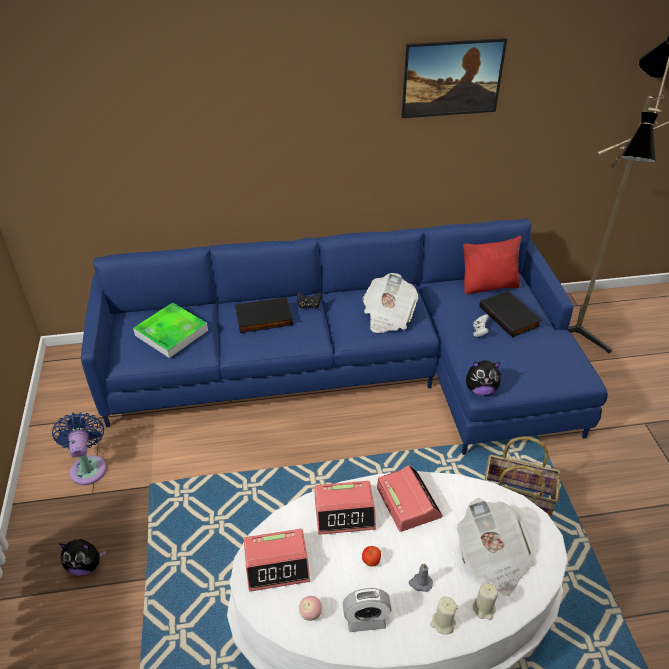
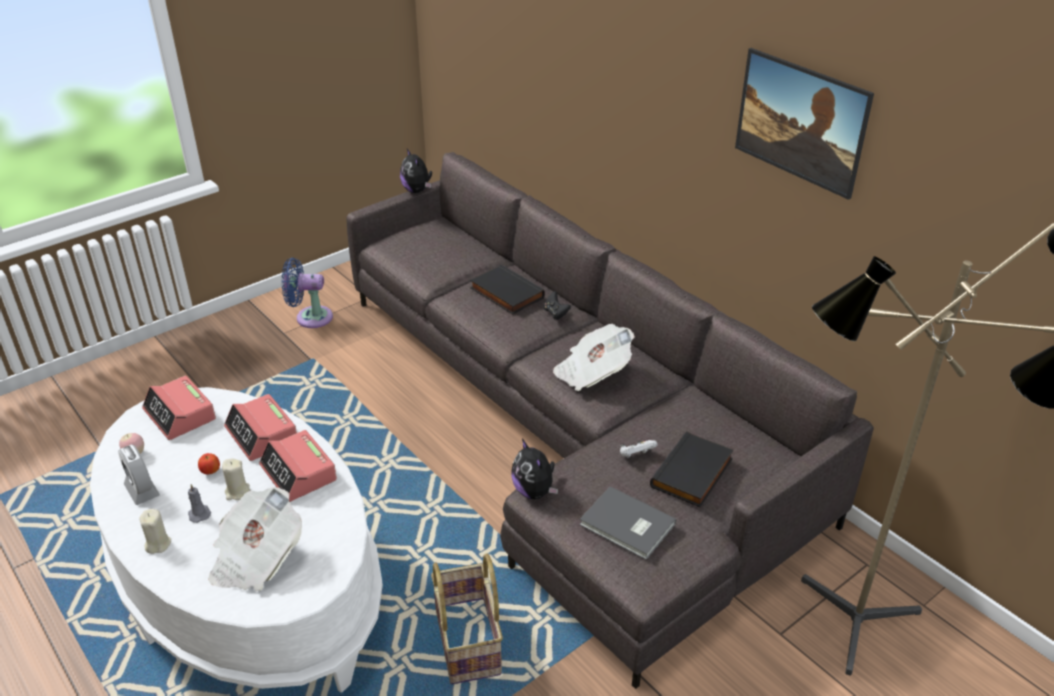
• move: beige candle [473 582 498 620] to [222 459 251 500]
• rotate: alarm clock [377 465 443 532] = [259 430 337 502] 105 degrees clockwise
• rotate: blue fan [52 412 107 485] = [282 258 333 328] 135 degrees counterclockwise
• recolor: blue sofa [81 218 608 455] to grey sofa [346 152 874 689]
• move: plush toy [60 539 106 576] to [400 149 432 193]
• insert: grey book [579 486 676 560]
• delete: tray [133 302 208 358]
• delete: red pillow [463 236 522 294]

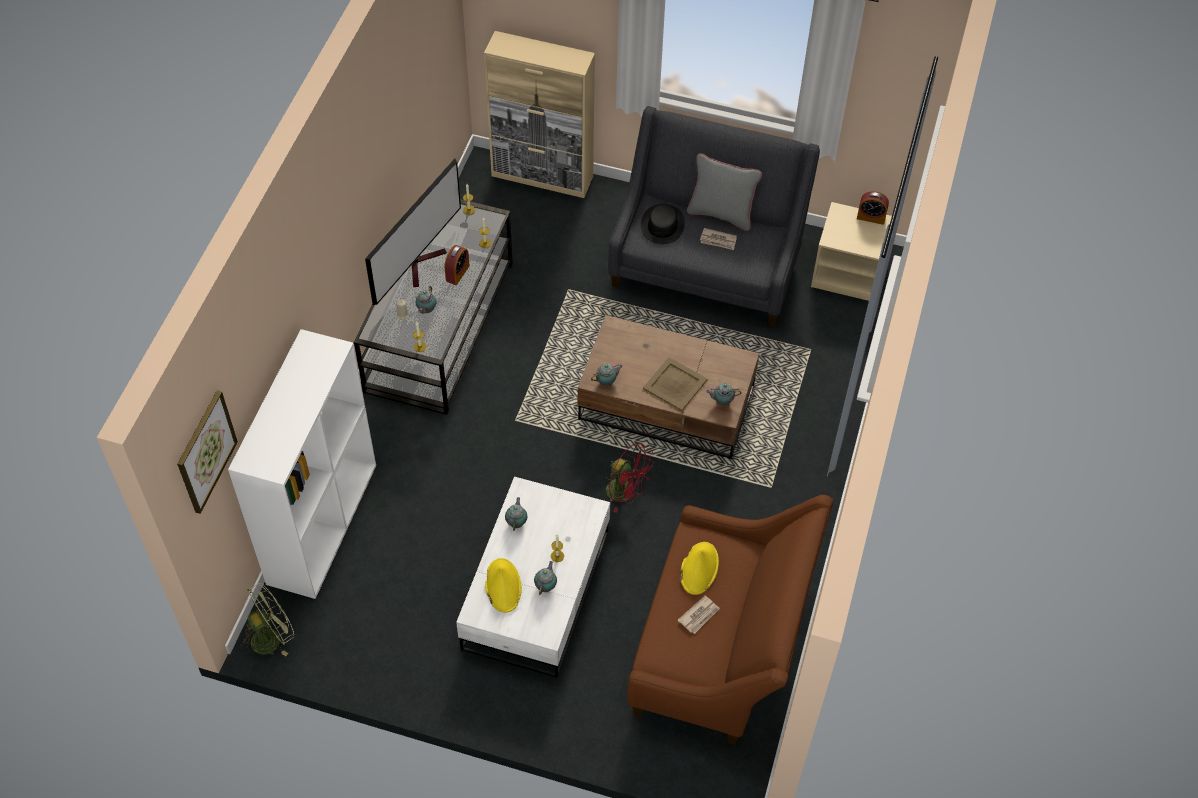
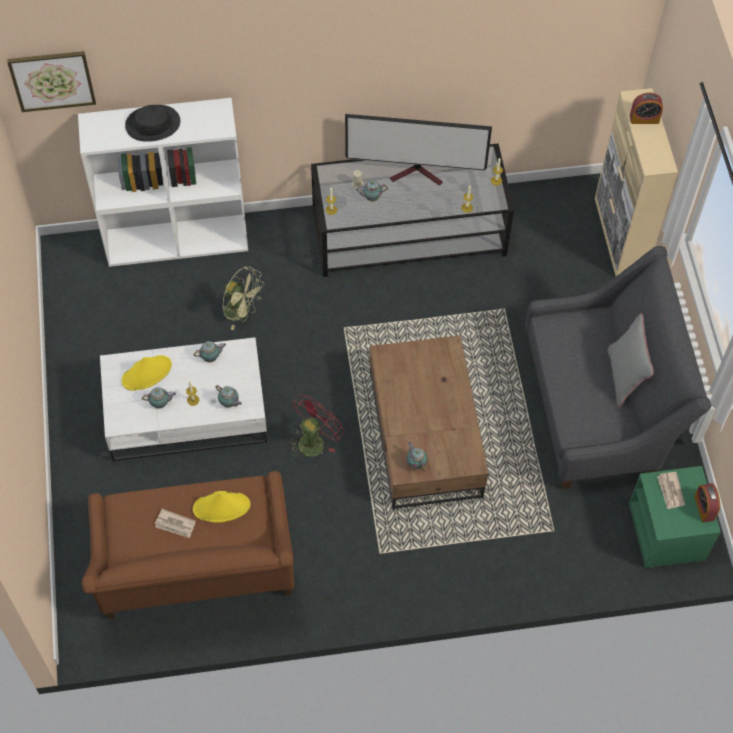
• move: black hat [641 204 685 244] to [125 105 180 142]
• move: teapot [591 363 623 386] to [215 385 242 408]
• move: green fan [241 583 294 656] to [222 266 265 330]
• rotate: red fan [605 443 655 513] = [290 395 344 457] 150 degrees counterclockwise
• recolor: beige nightstand [811 202 892 301] to green nightstand [629 466 721 568]
• move: alarm clock [444 245 470 285] to [630 93 663 124]
• move: newspaper [700 228 737 250] to [657 472 685 509]
• delete: beige tray [643 357 707 411]

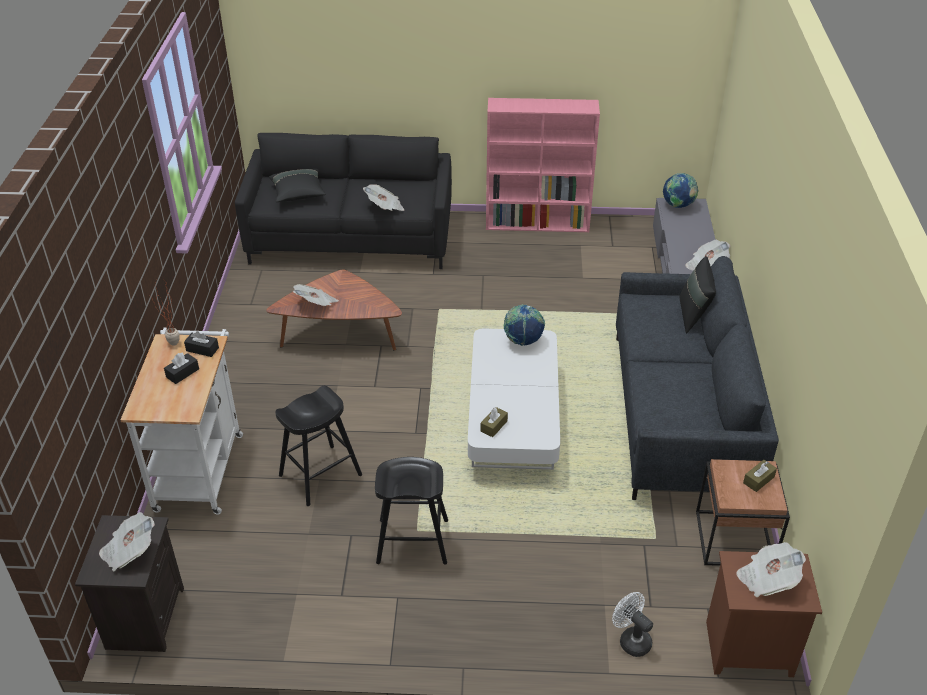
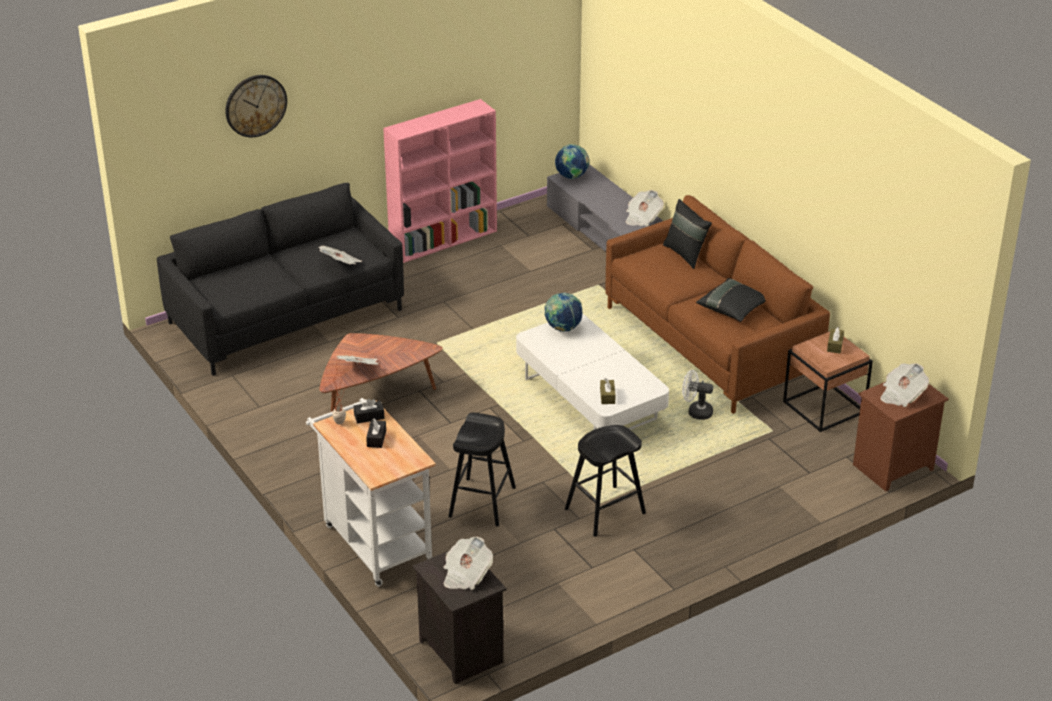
• insert: wall clock [225 75 287 137]
• recolor: grey sofa [616 256 779 500] to brown sofa [606 195 830 414]
• move: white fan [612 592 653 657] to [682 370 713 420]
• move: black pillow [269 169 326 202] to [696 278 766 322]

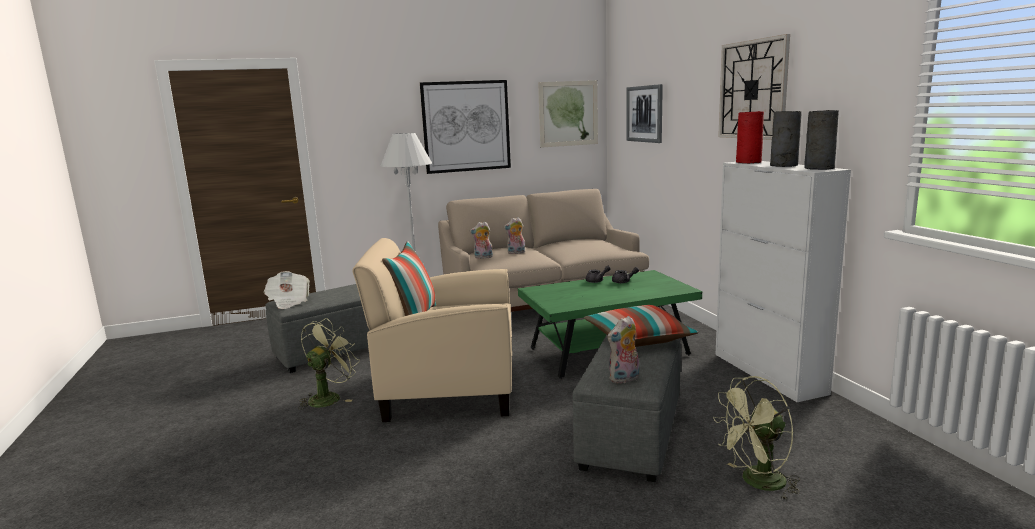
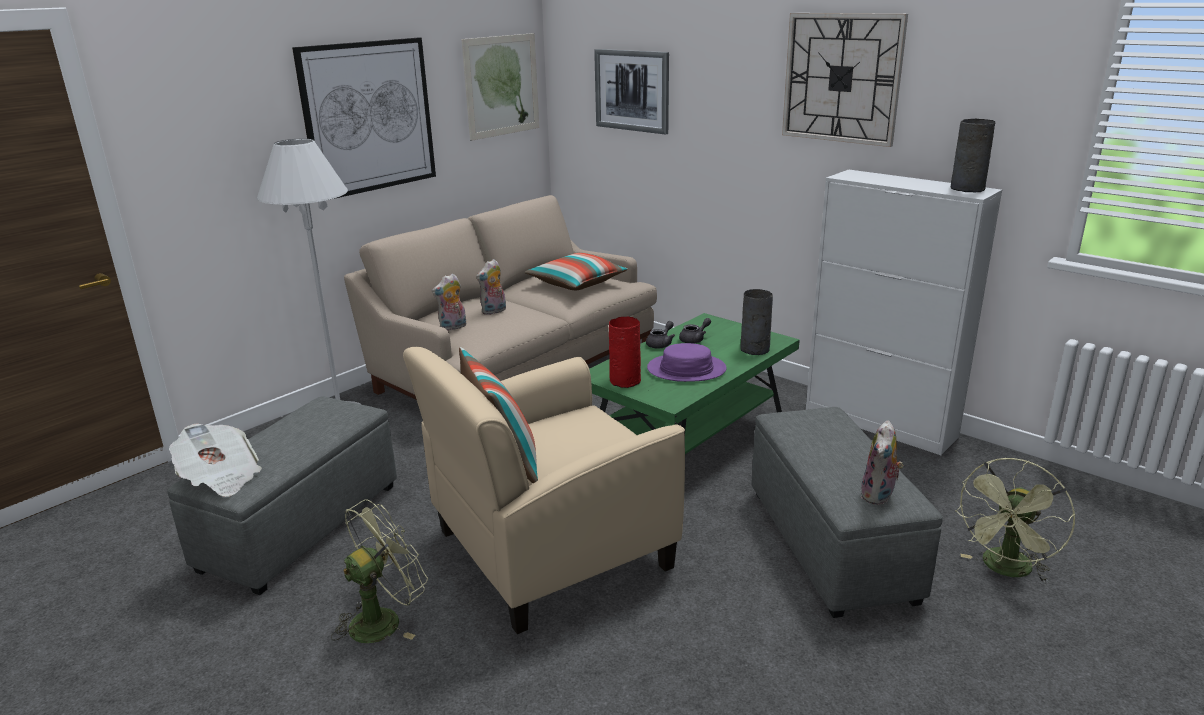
• rotate: green fan [298 318 360 409] = [331 499 428 643] 45 degrees clockwise
• move: pillow [584 305 698 347] to [525 253 628 290]
• move: red vase [736 111 764 164] to [609 317 641 388]
• insert: purple hat [647 343 726 382]
• move: grey vase [770 111 801 167] to [740 289 773 355]

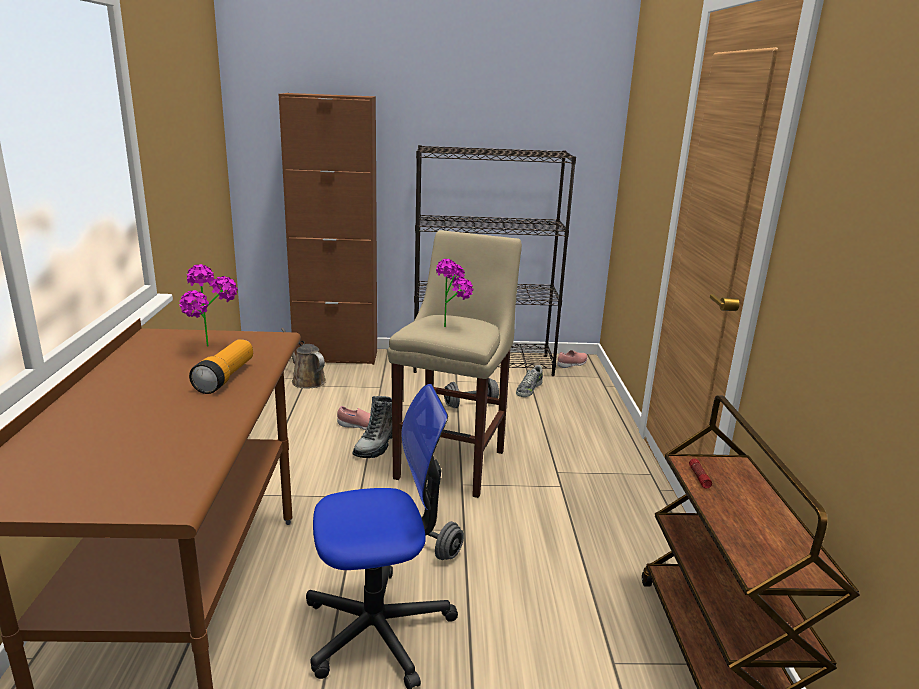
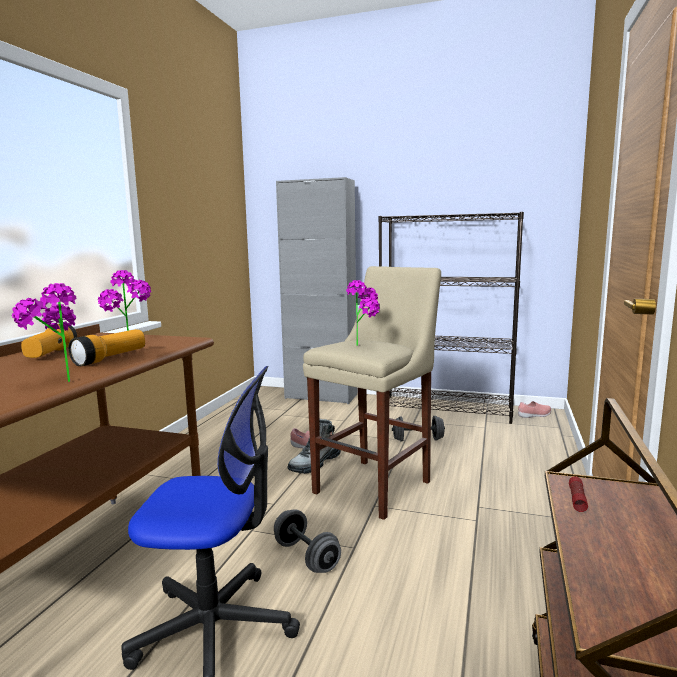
• insert: potted plant [12 283 77 382]
• insert: flashlight [21 324 77 358]
• recolor: brown cabinet [279 93 377 365] to grey cabinet [276 177 357 404]
• delete: brown watering can [281 328 326 388]
• delete: shoe [516 365 543 397]

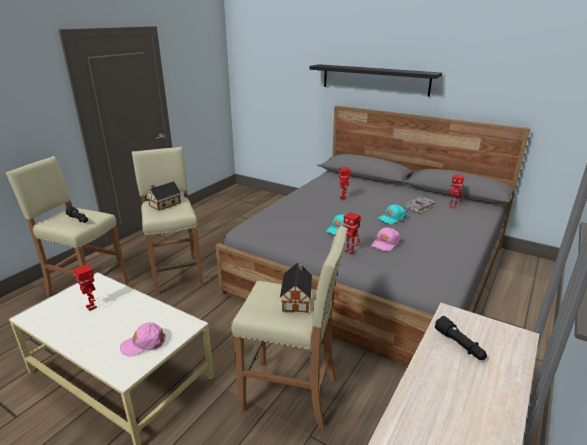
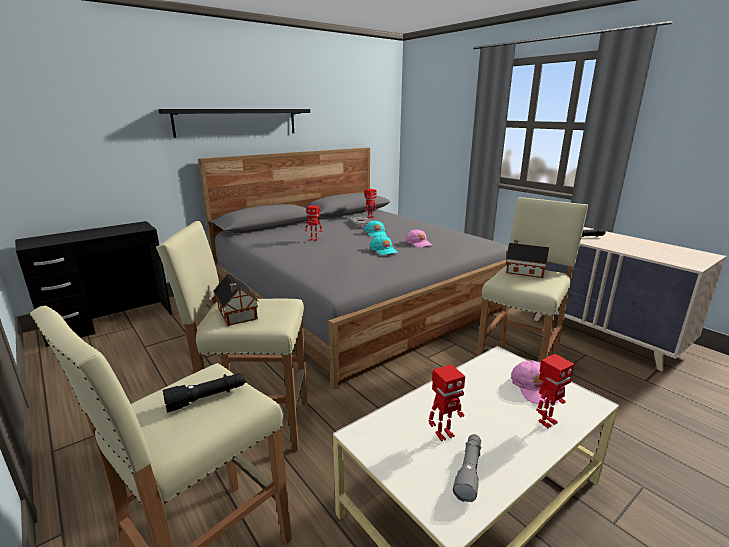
• insert: black desk [15 221 172 347]
• insert: grey flashlight [453 434 481 502]
• move: toy robot [343 212 361 254] to [536 354 575 428]

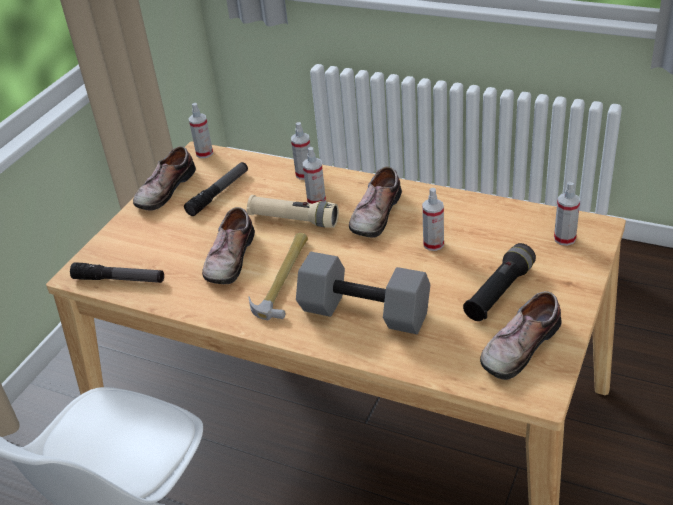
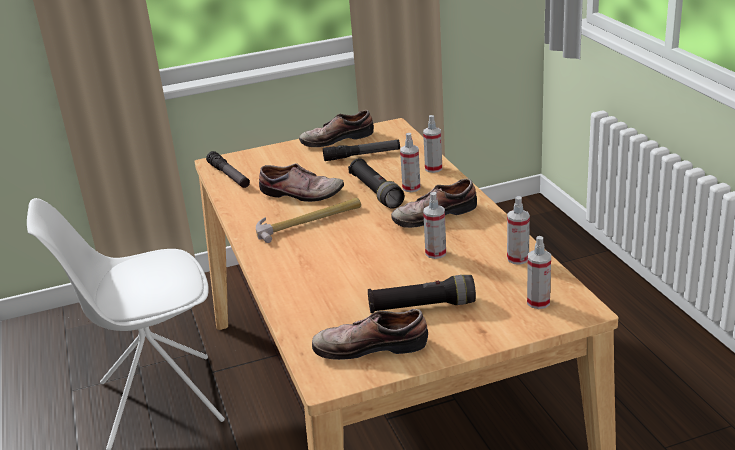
• rotate: shoe [202 207 255 284] = [259 163 344 202] 135 degrees counterclockwise
• recolor: beige flashlight [246 195 339 228] to black flashlight [348 158 405 209]
• move: spray bottle [188 103 213 158] to [507 196 530 265]
• delete: grey dumbbell [296 252 430 334]

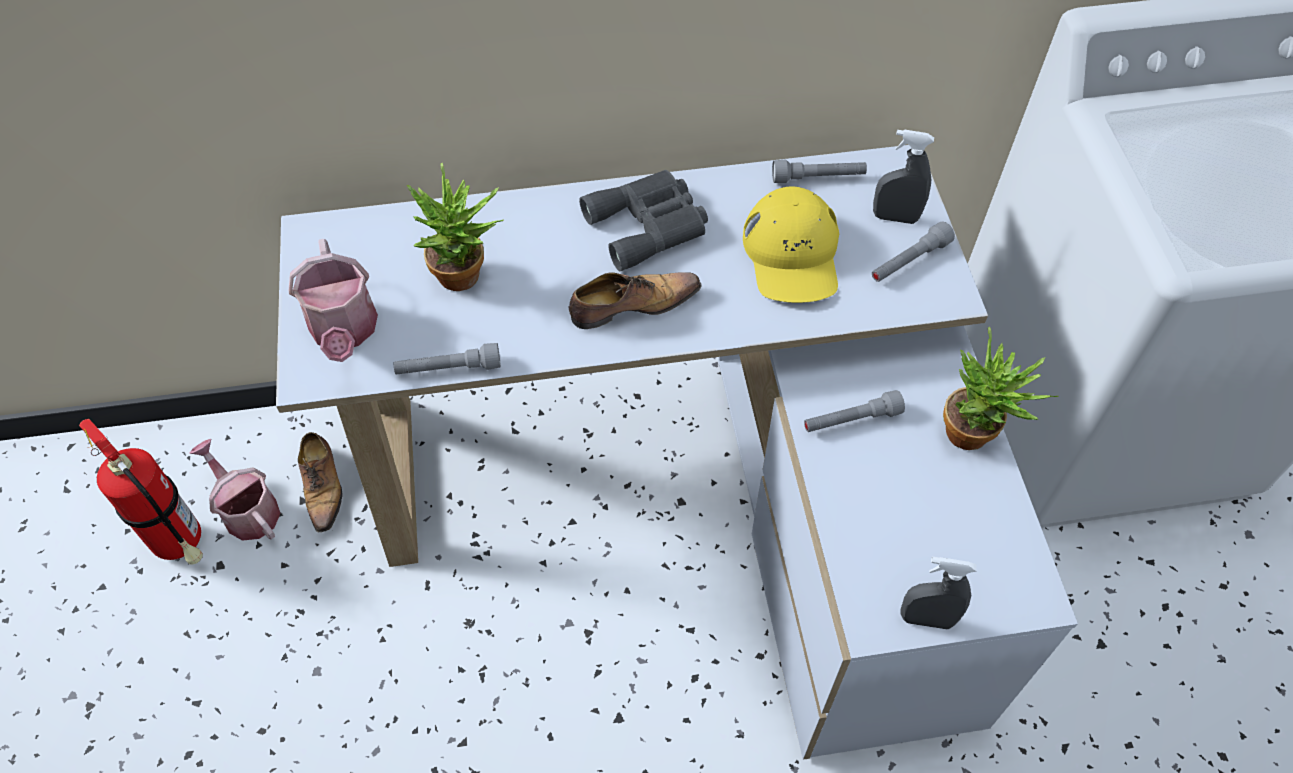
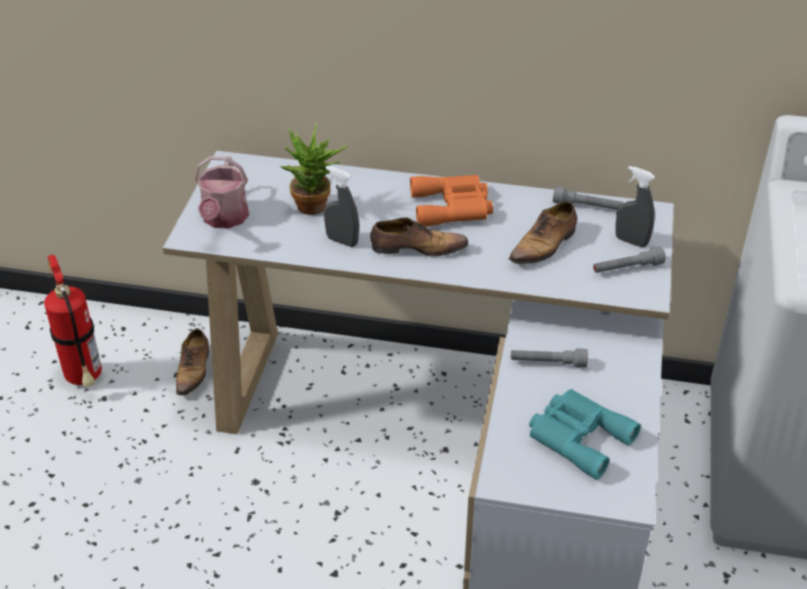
• move: grey spray bottle [901 557 976 629] to [324 166 359 247]
• recolor: grey binoculars [579 170 708 271] to orange binoculars [410 175 493 227]
• replace: yellow cap [743 186 839 303] to shoe [509 201 577 270]
• insert: turquoise binoculars [529 389 641 480]
• delete: watering can [189 439 281 541]
• delete: grey flashlight [394 343 501 375]
• delete: potted plant [943 327 1058 450]

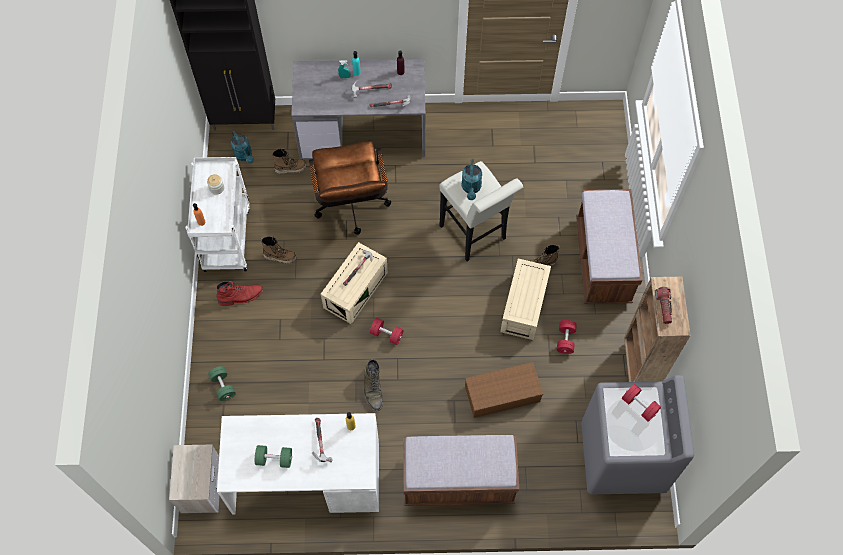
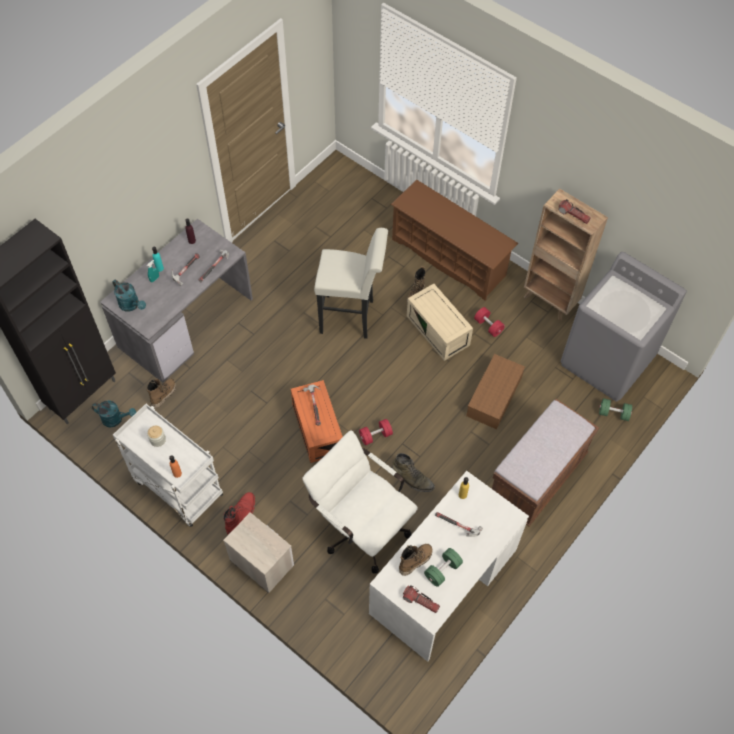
• move: turquoise watering can [462 159 482 200] to [112 280 146 311]
• move: nightstand [169 445 219 513] to [223 512 294 593]
• recolor: beige storage box [321 242 388 324] to orange storage box [291 380 343 463]
• insert: white office chair [302 430 418 574]
• replace: brown bench [576 189 642 304] to brown shoe rack [391 180 518 300]
• move: boot [260 237 297 264] to [399 544 433 576]
• insert: flashlight [403 585 440 613]
• move: green dumbbell [208 366 236 401] to [599 398 632 421]
• delete: brown office chair [309 141 391 235]
• delete: red dumbbell [622 384 661 422]

